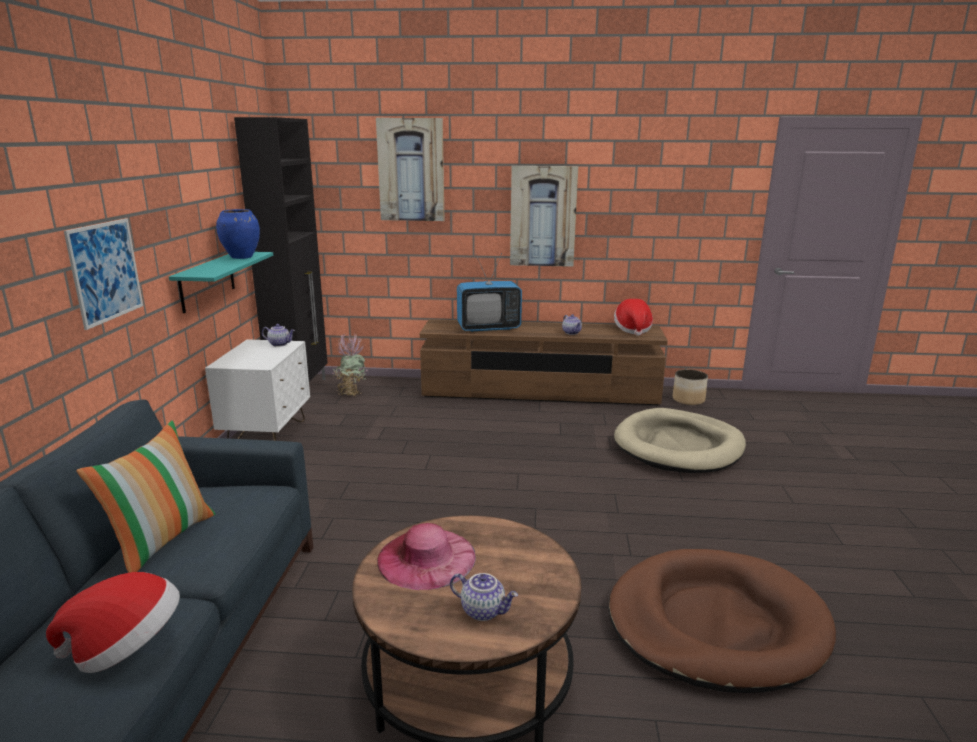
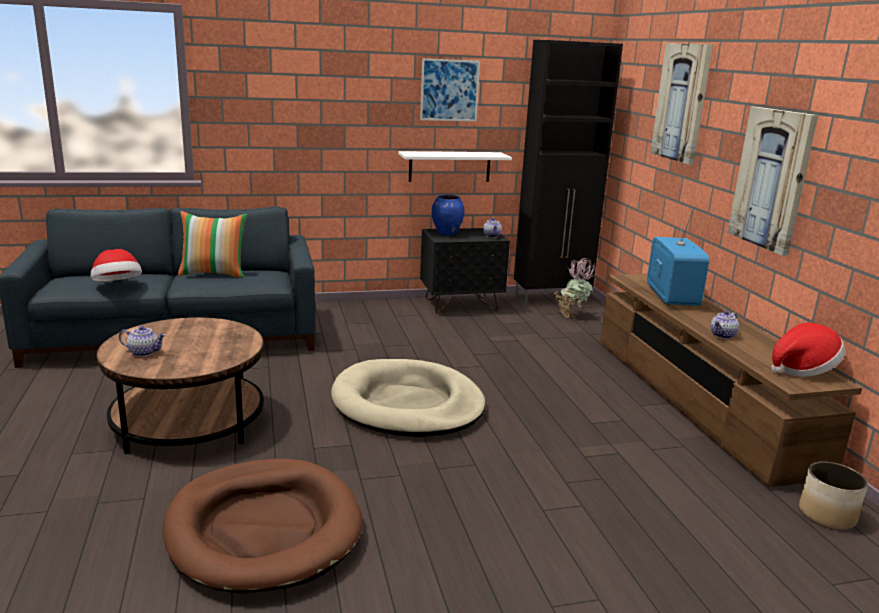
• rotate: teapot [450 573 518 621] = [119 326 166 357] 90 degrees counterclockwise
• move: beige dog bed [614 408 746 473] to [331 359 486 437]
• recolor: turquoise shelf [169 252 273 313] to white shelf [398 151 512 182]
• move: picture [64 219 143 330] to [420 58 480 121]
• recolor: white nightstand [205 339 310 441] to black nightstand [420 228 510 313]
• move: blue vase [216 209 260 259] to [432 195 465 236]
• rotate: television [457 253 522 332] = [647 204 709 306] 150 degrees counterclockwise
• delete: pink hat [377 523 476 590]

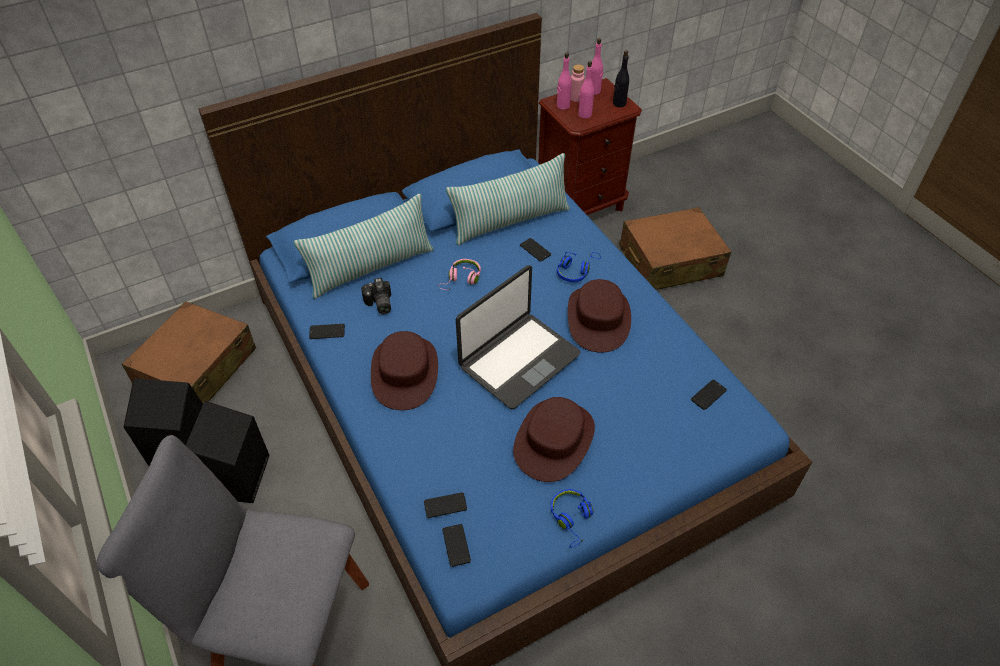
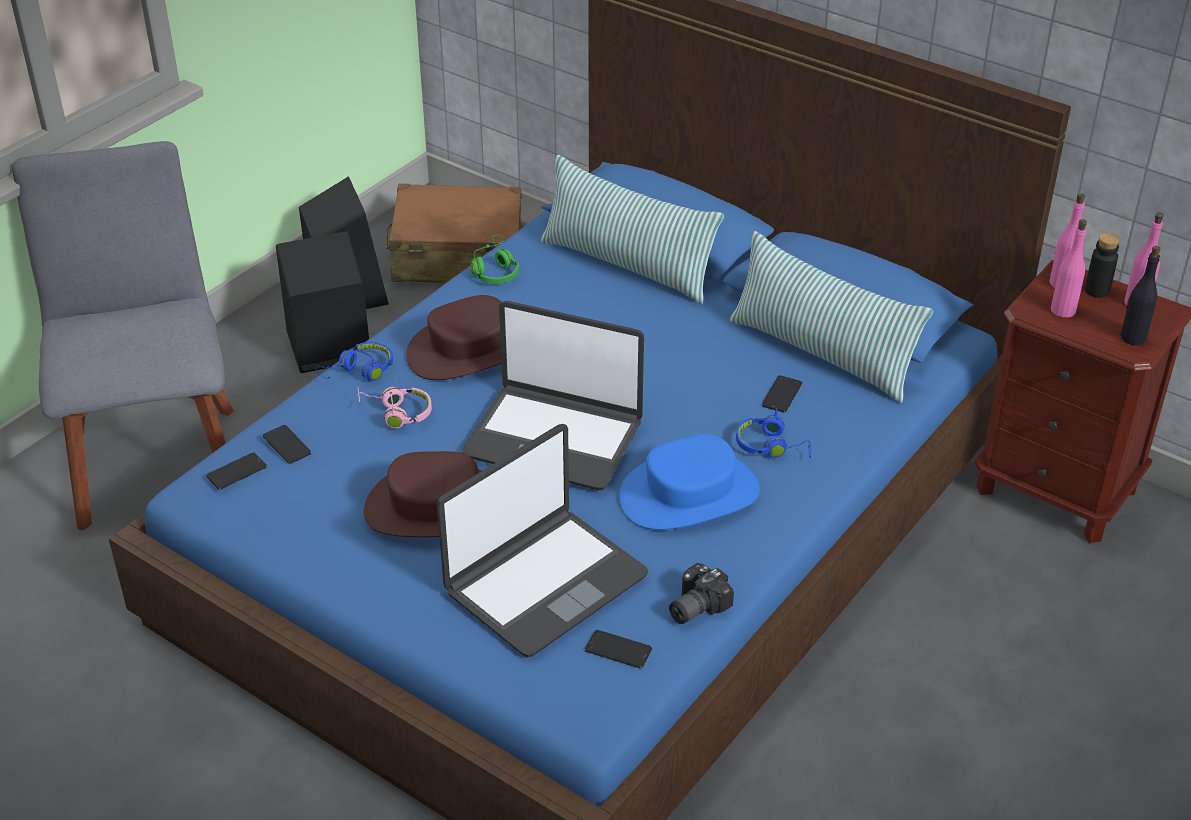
• move: blue headphones [551 489 593 548] to [316 342 393 381]
• move: pink headphones [439 259 481 290] to [358 387 432 428]
• insert: laptop [437 424 649 657]
• replace: phone [309 324 345 339] to green headphones [470 234 519 284]
• recolor: brown hat [568 279 631 353] to blue hat [619 434 760 530]
• move: photo camera [361 278 391 314] to [669 563 734 624]
• recolor: pink bottle [570 64 585 102] to black bottle [1085 233 1120 298]
• delete: brown suitcase [619 207 731 290]

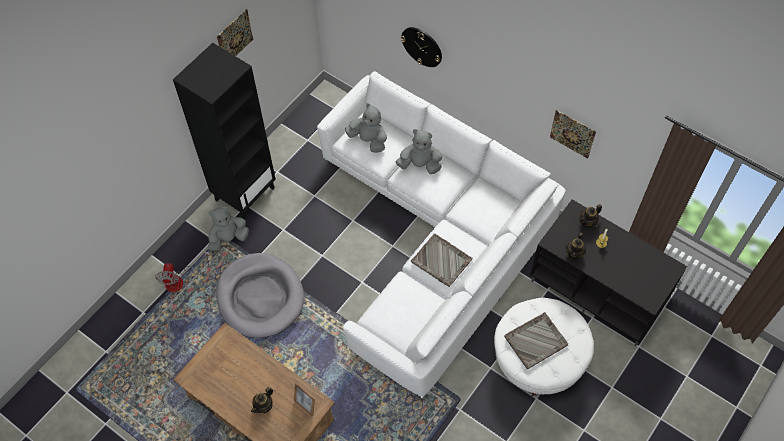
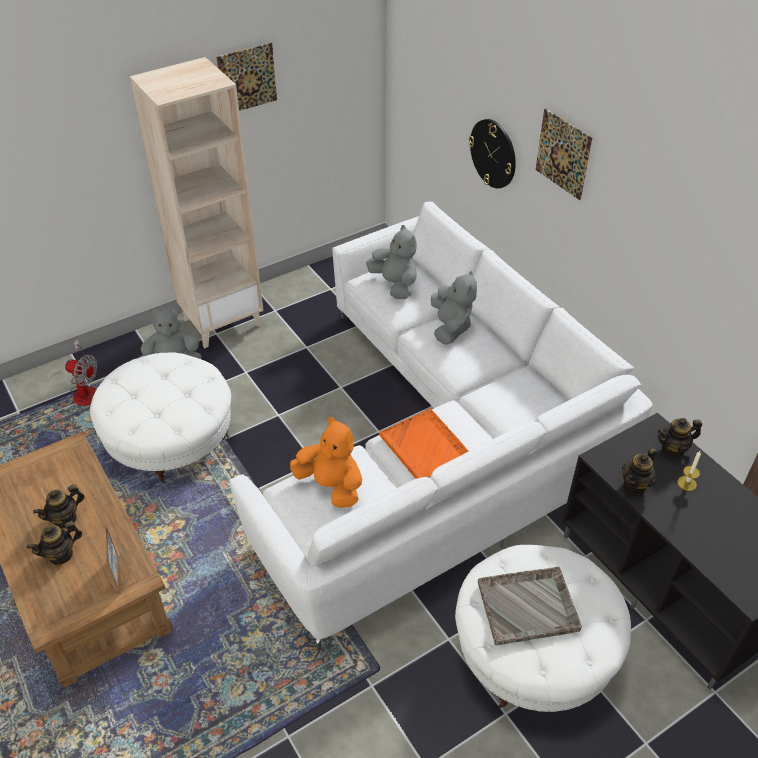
• insert: teapot [33 484 85 529]
• rotate: fan [155 252 210 292] = [65 339 97 406] 90 degrees counterclockwise
• replace: grey dog bed [216 253 304 338] to white ottoman [90 353 231 484]
• recolor: black bookcase [173 43 276 220] to beige bookcase [129 57 264 348]
• insert: orange plush toy [290 417 362 508]
• recolor: grey tray [411 233 472 287] to orange tray [379 409 469 479]
• rotate: grey plush toy [396 129 443 174] = [431 271 477 345] 60 degrees clockwise
• move: picture [550 110 596 159] to [536 108 592 200]

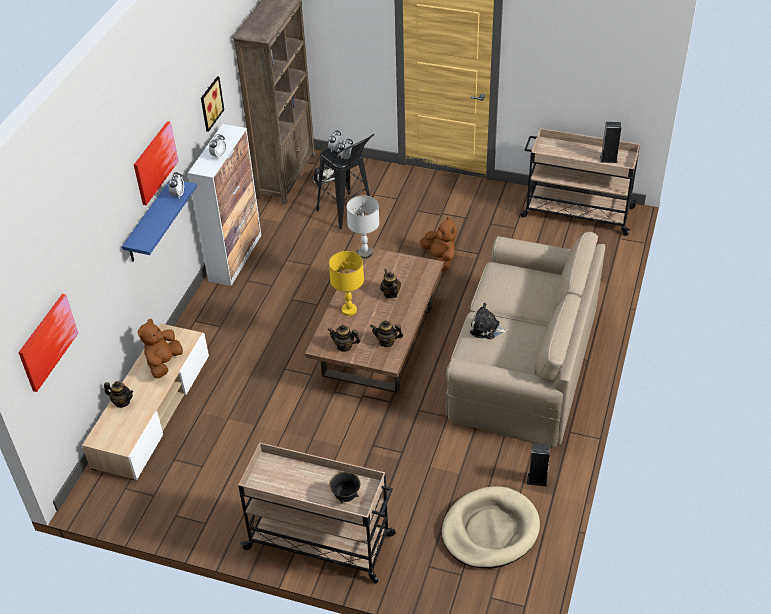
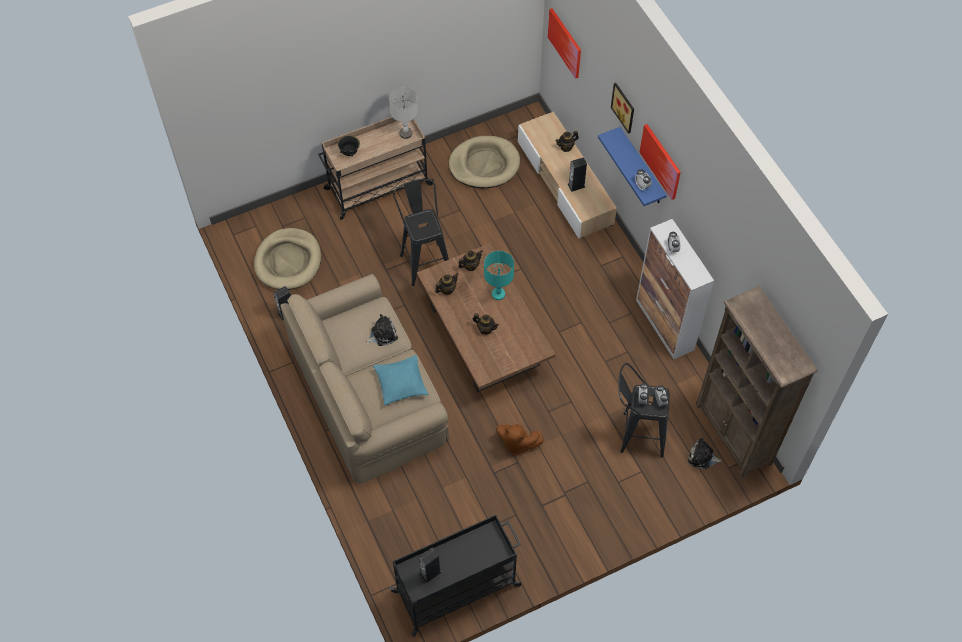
• insert: turquoise pillow [373 355 428 405]
• move: grey table lamp [346 195 379 259] to [389 87 418 139]
• recolor: beige cart [521 128 640 236] to black cart [389 515 521 637]
• insert: black stool [393 179 449 286]
• insert: beige dog bed [449 136 520 188]
• recolor: yellow table lamp [329 251 364 316] to turquoise table lamp [484 251 514 300]
• replace: brown plush toy [137 318 183 378] to speaker [568 157 587 192]
• move: picture [201 76 224 132] to [611 83 634 134]

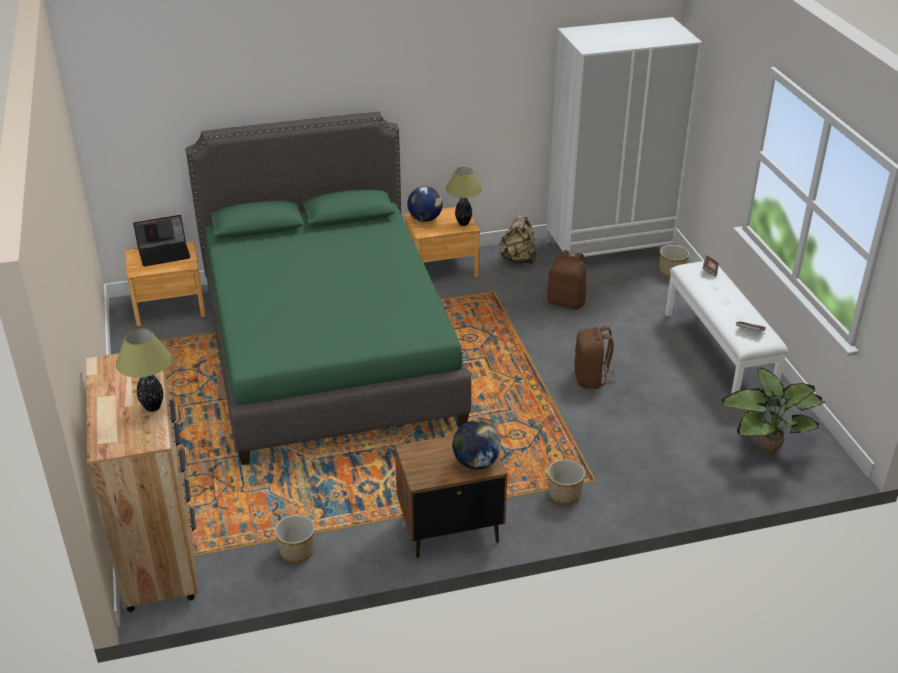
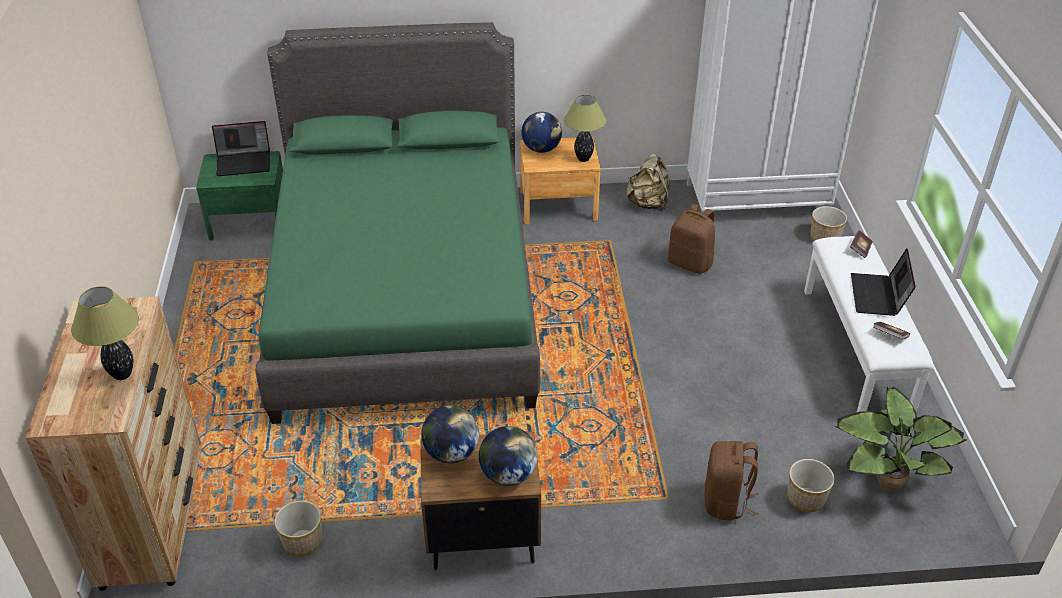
• recolor: brown nightstand [125 241 206 326] to green nightstand [196 151 283 240]
• insert: globe [421 405 479 463]
• move: brown backpack [574 326 616 389] to [704 441 759 521]
• move: planter [547 460 585 505] to [787 459 835 512]
• insert: laptop [851 248 916 316]

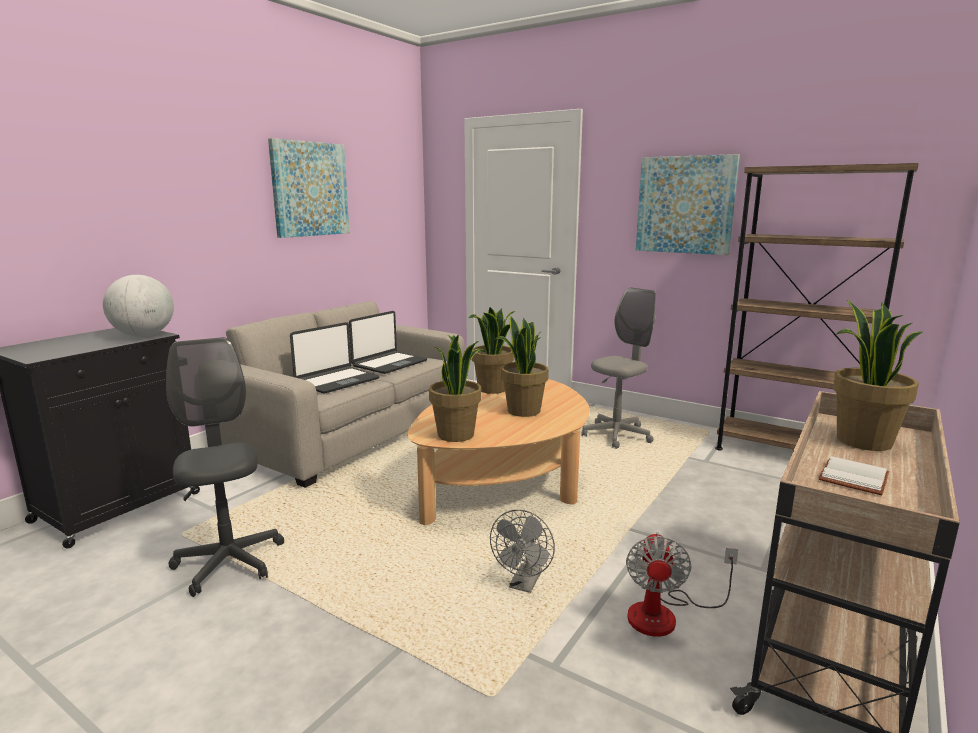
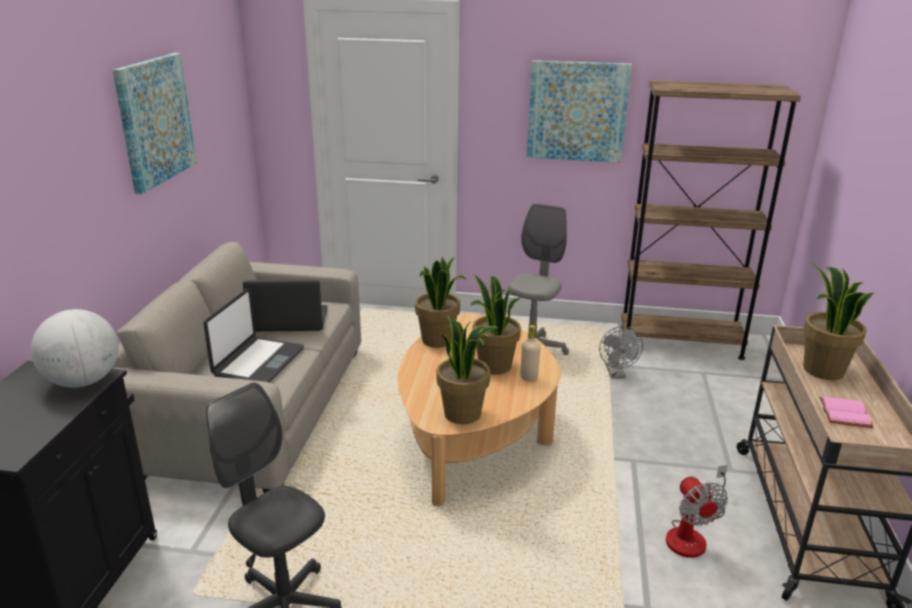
• rotate: laptop [349 311 427 374] = [243 279 328 332] 105 degrees counterclockwise
• insert: beige bottle [520 325 541 381]
• move: grey fan [490 510 555 593] to [599 326 643 378]
• recolor: white book [819 456 889 495] to pink book [819 396 873 428]

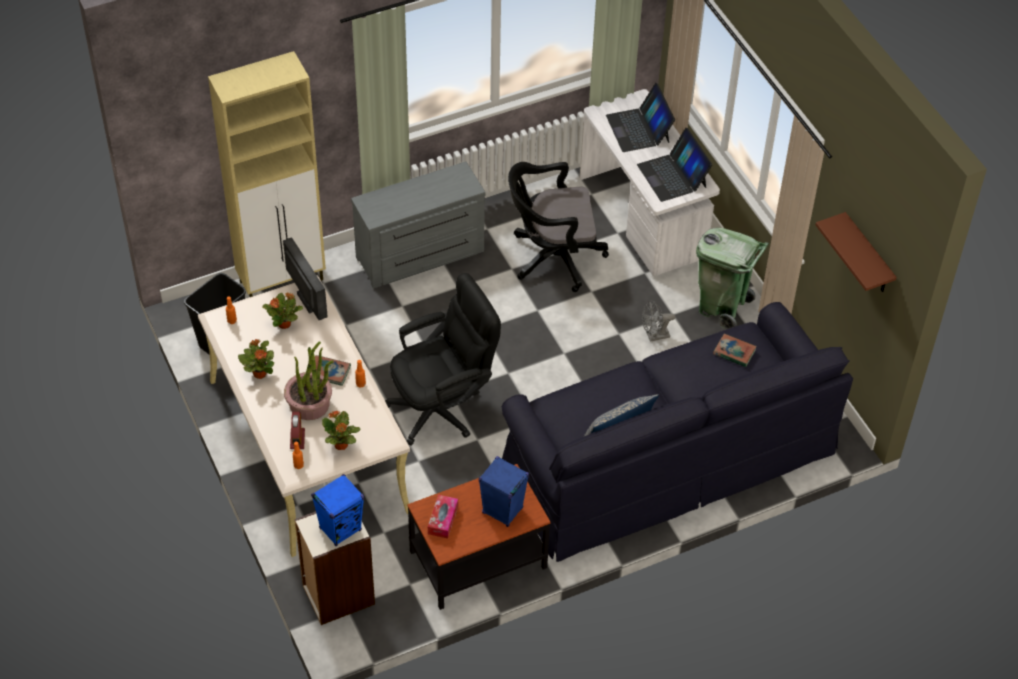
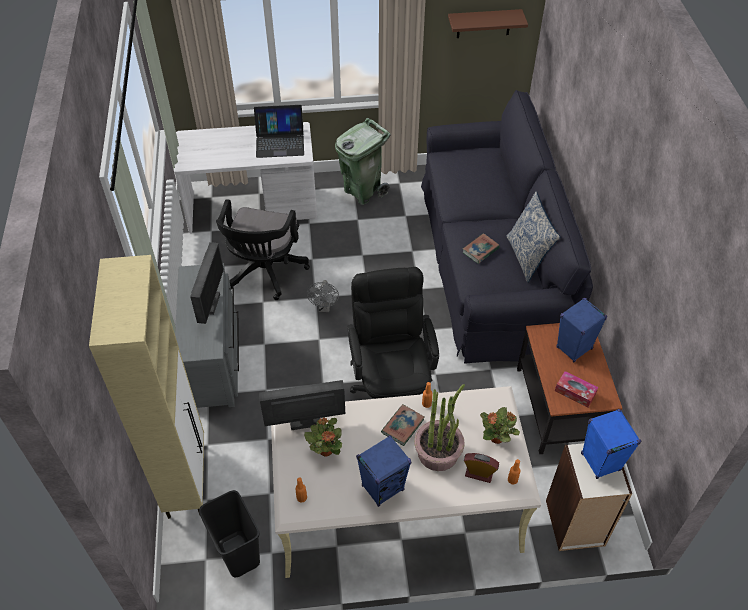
• insert: monitor [190 242 224 324]
• move: grey fan [642 300 675 342] to [307 280 339 312]
• replace: potted plant [238 339 274 379] to blue speaker [356 435 411 507]
• move: book [713 333 757 367] to [463 233 500 264]
• delete: laptop [606 83 675 152]

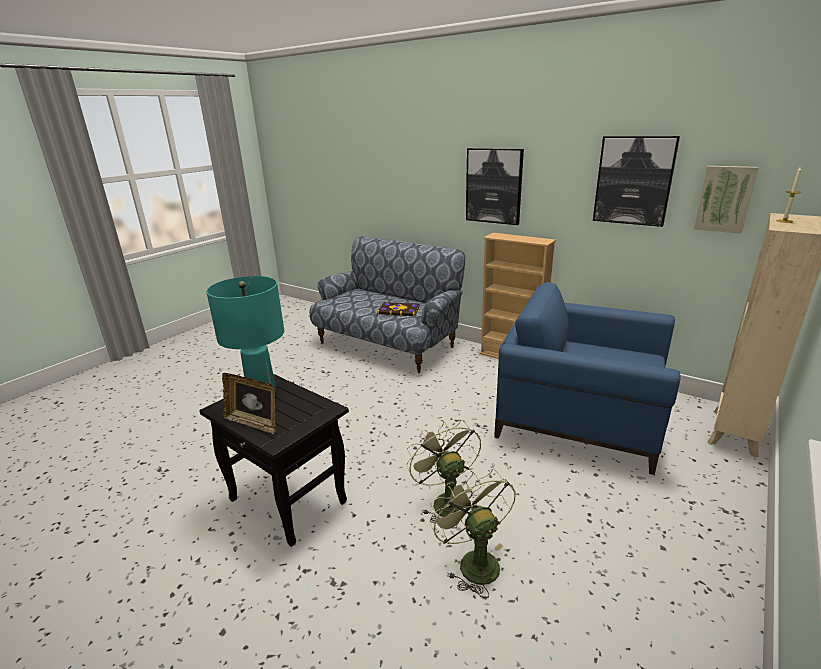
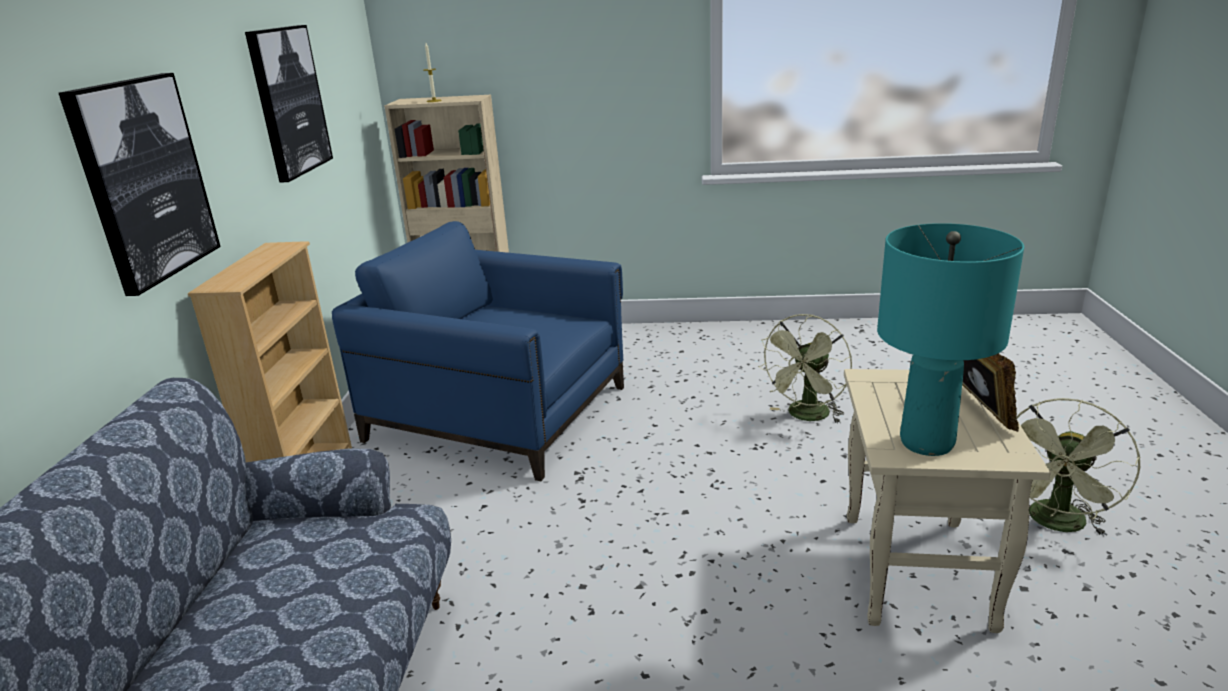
• rotate: blue armchair [494 282 681 475] = [332 221 624 481] 120 degrees clockwise
• recolor: black side table [199 374 349 547] to beige side table [844 369 1051 633]
• move: green fan [407 420 481 528] to [1016 398 1141 536]
• delete: book [377 302 420 316]
• delete: picture [694 166 758 234]

